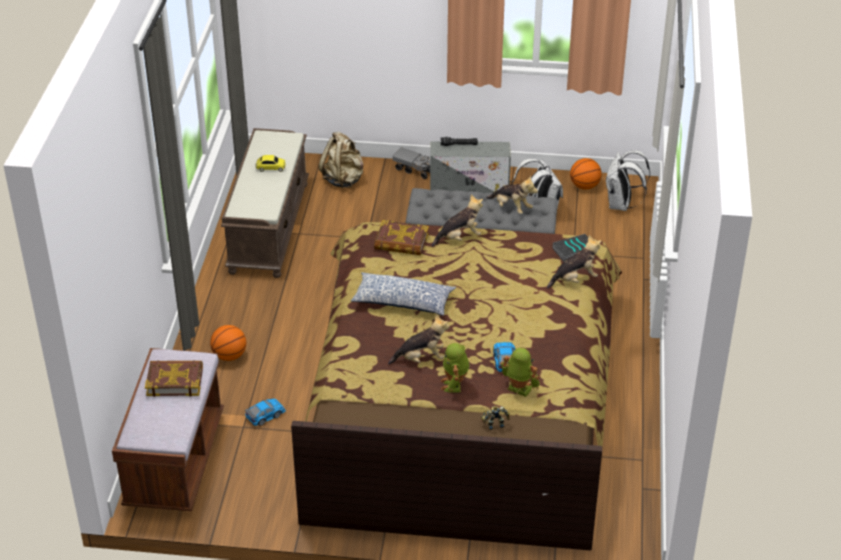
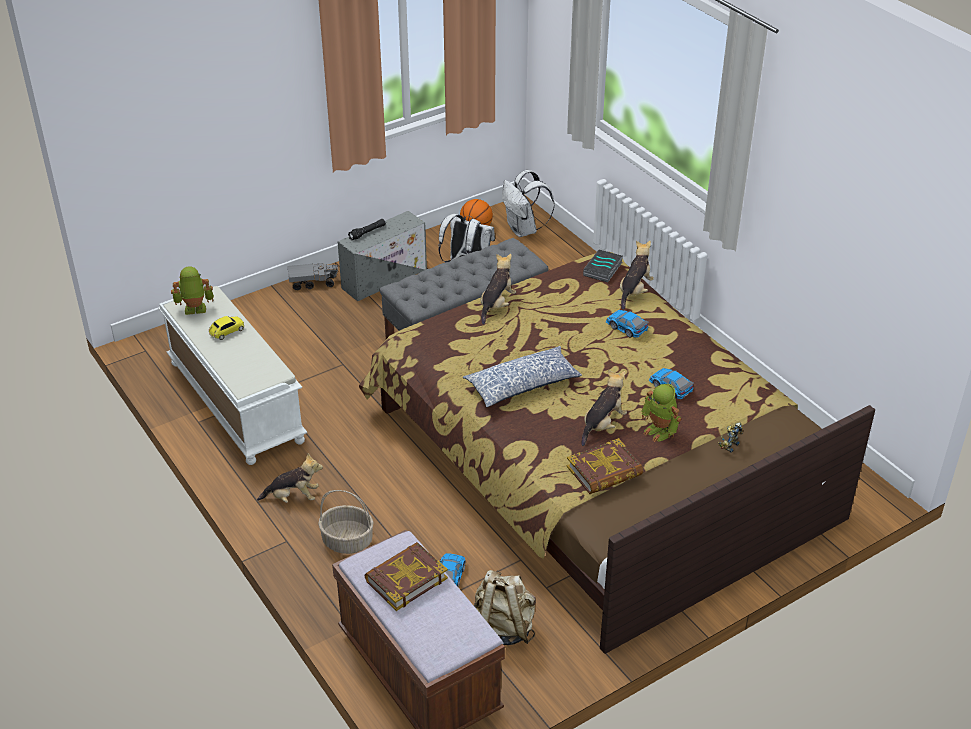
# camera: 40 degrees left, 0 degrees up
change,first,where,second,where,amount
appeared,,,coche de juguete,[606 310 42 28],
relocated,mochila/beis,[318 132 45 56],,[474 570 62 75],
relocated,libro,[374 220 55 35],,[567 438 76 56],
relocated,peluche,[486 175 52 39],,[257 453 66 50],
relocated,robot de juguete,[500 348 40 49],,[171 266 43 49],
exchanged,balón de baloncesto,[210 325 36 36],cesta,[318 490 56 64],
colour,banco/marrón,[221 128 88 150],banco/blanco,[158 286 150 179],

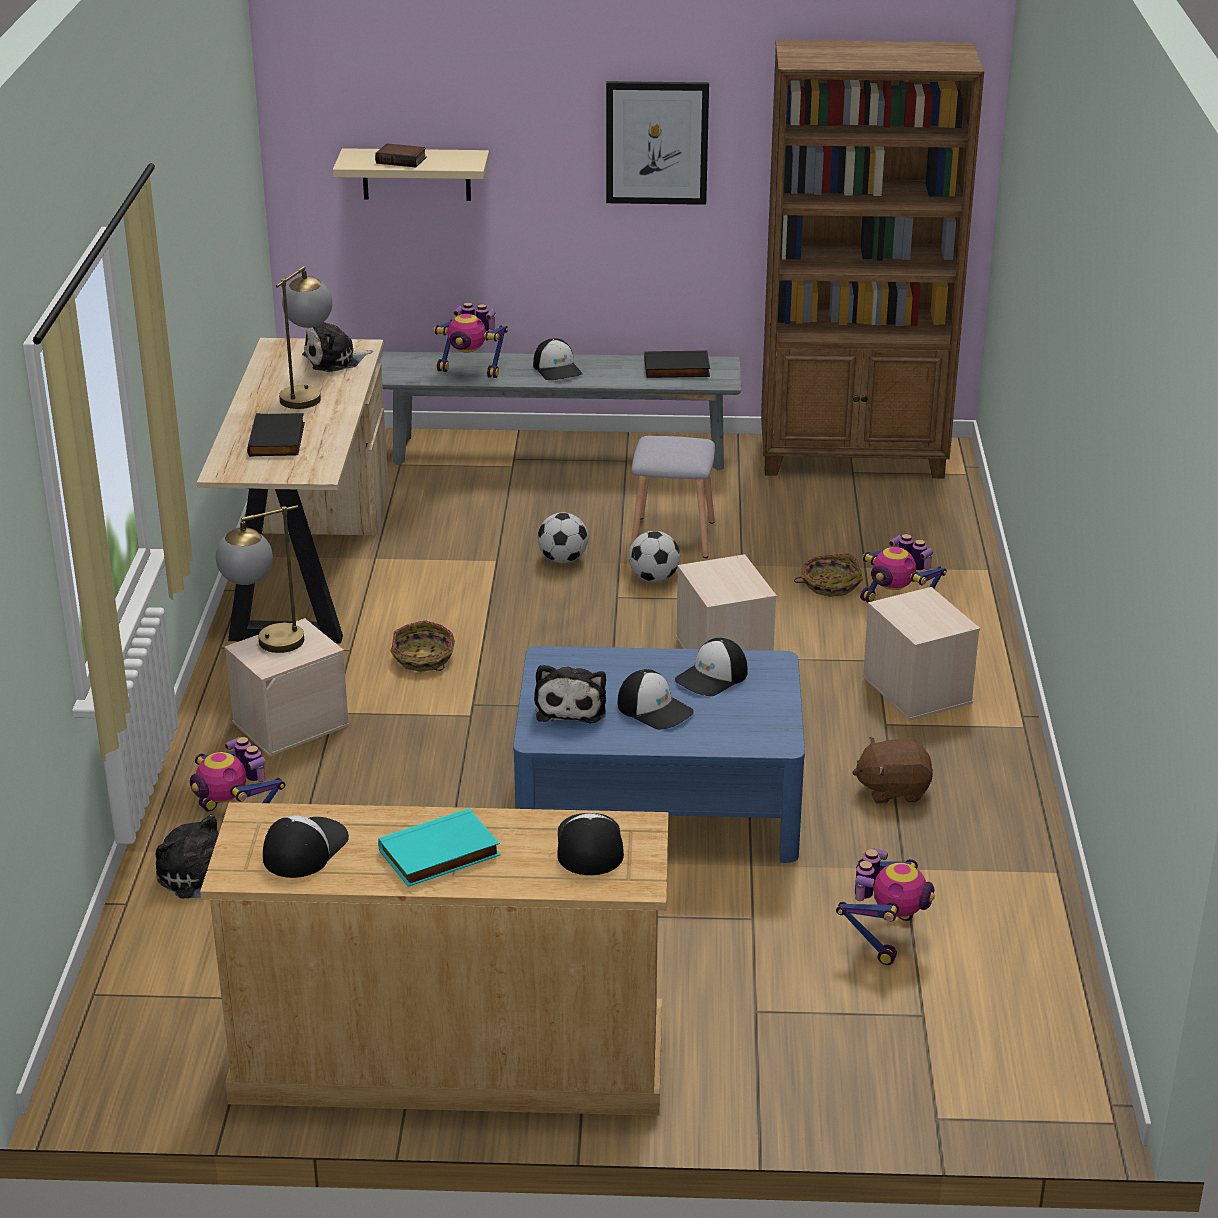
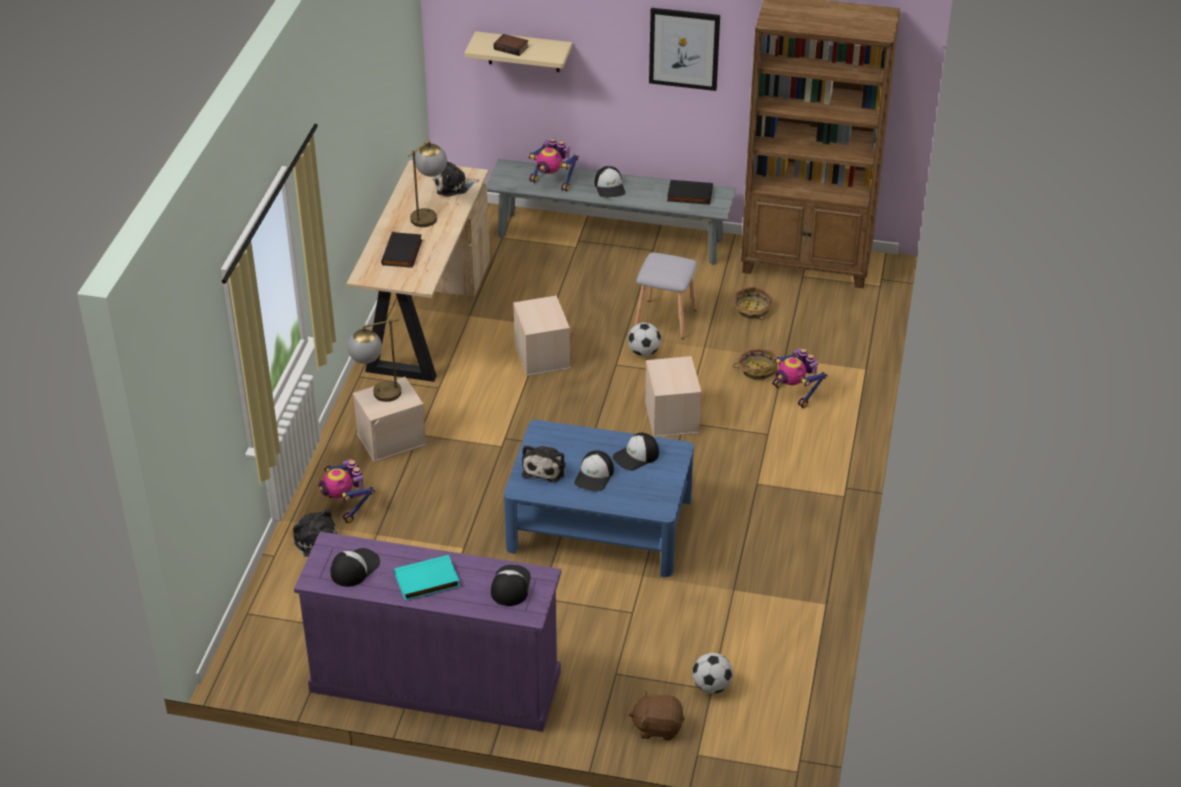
# camera: 10 degrees right, 10 degrees up
change,first,where,second,where,amount
missing,robot de juguete,[836 848 99 117],,,
relocated,cesta,[390 620 65 52],,[733 286 39 34],
relocated,balón de fútbol,[538 513 50 50],,[692 653 41 41],
relocated,peluche/marrón,[852 737 81 67],,[629 690 56 51],
relocated,caja de almacenaje/beis,[863 587 117 134],,[513 295 57 81],
colour,cómoda/beis,[200 802 468 314],cómoda/morado,[294 532 267 200],
spun,gorra,[617 669 77 61],,[574 451 40 40],60 degrees clockwise

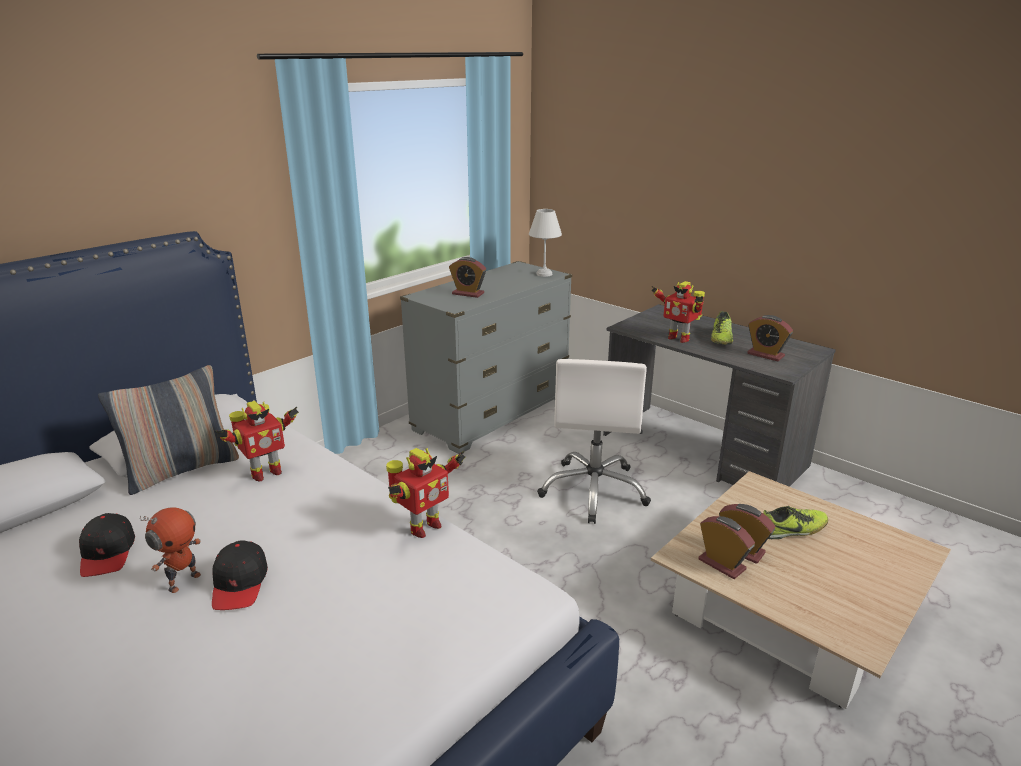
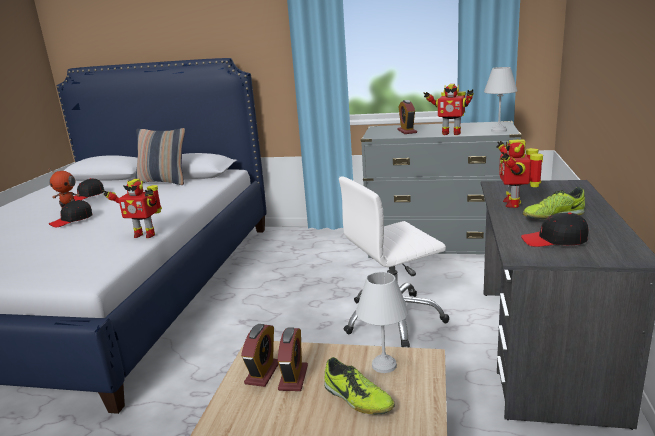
# camera: 60 degrees right, 5 degrees down
change,first,where,second,where,amount
appeared,,,lámpara de mesa/blanco,[356 272 52 101],
relocated,robot de juguete,[215 401 84 80],,[423 84 51 51],
exchanged,despertador,[747 315 46 46],gorra/negro,[521 213 68 34],

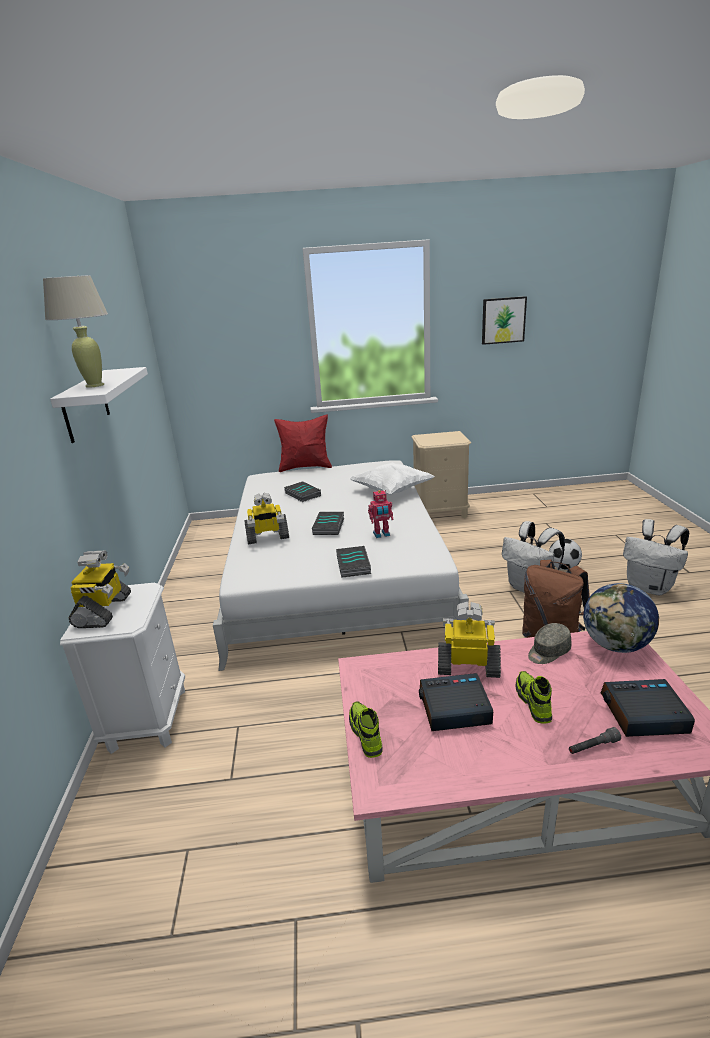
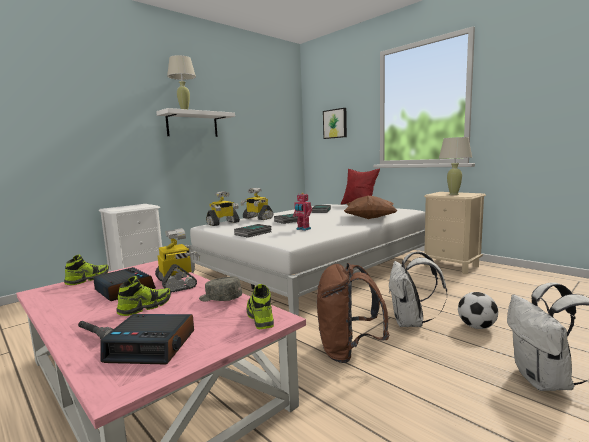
# camera: 50 degrees right, 15 degrees down
change,first,where,second,where,amount
appeared,,,lámpara de mesa/beis,[439 137 33 58],
relocated,robot de juguete,[69 551 62 77],,[206 191 34 35],
relocated,cuadro,[482 296 45 49],,[323 108 24 31],
exchanged,globo terráqueo,[583 583 76 70],zapato,[247 284 27 45],
colour,cojín/blanco,[350 463 85 32],cojín/marrón,[344 196 54 23],
spun,despertador,[601 679 94 58],,[100 314 94 50],135 degrees clockwise

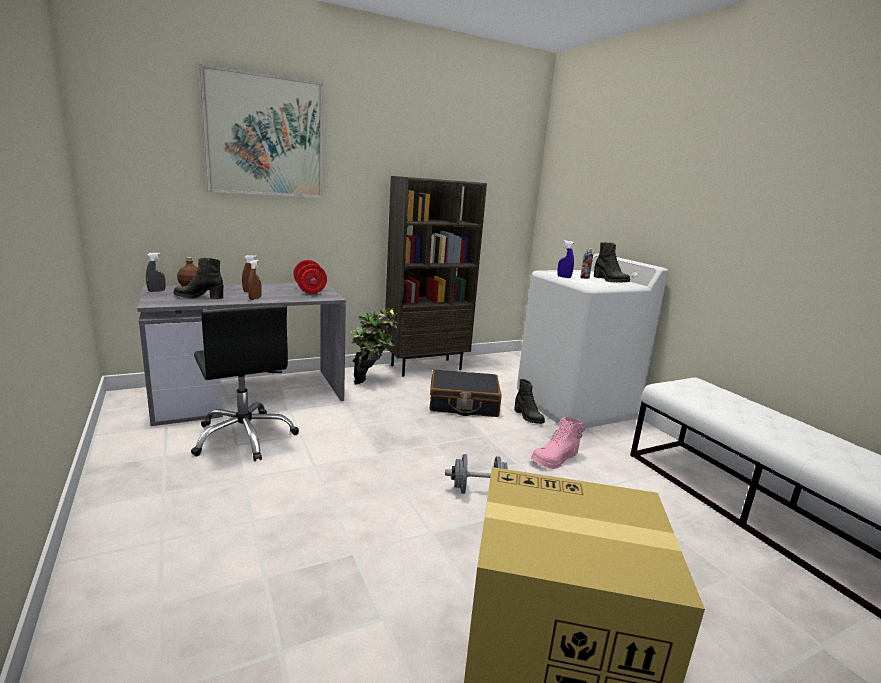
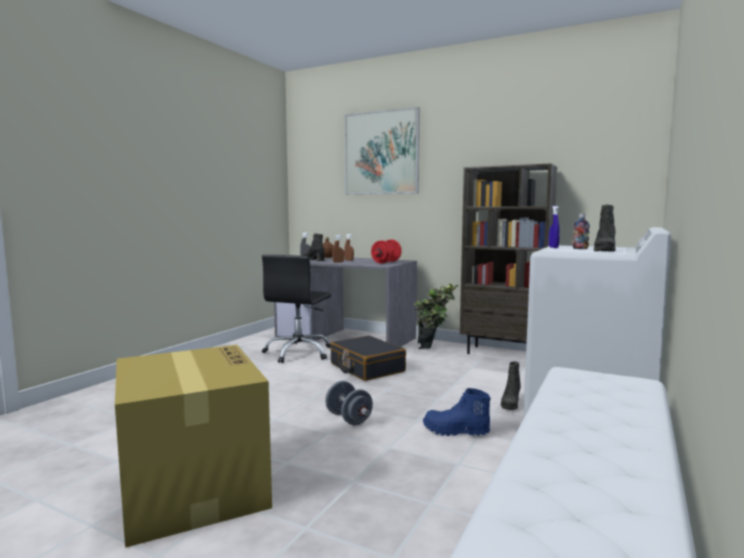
# camera: 55 degrees right, 10 degrees down
change,first,where,second,where,amount
relocated,maleta/negro,[430 369 72 48],,[330 335 76 46],
colour,bota/rosa,[530 417 55 52],bota/azul,[423 388 68 48],

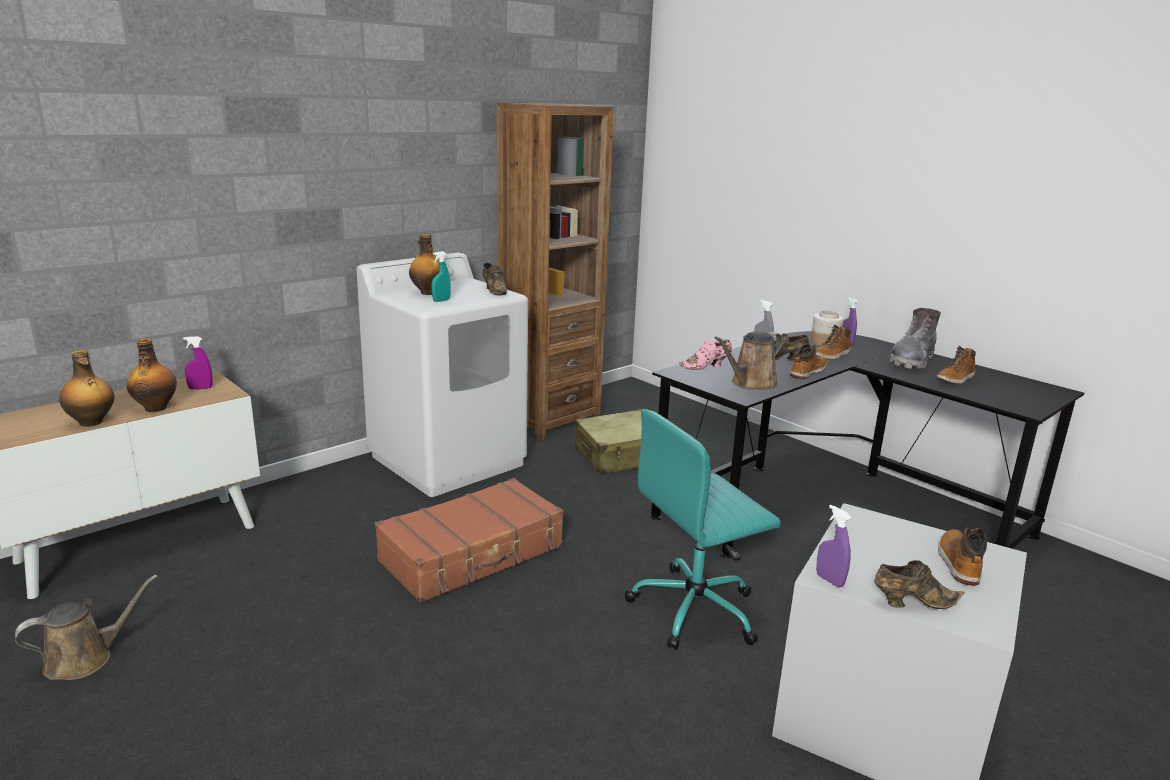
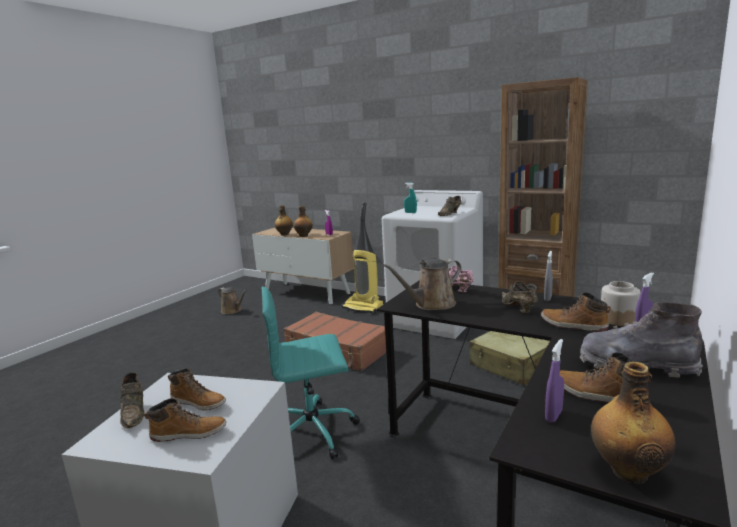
# camera: 75 degrees right, 5 degrees down
change,first,where,second,where,amount
appeared,,,aspiradora,[342 202 42 112],
relocated,botella,[409 234 30 61],,[591 362 85 122],
relocated,bota,[790 344 37 35],,[168 368 58 43],
relocated,pulverizador/morado,[816 505 35 83],,[545 339 19 84],
spun,silla de oficina/turquesa,[625 409 156 241],,[261 286 99 174],60 degrees counterclockwise
spun,regadera/marrón,[715 331 68 59],,[382 259 79 51],60 degrees counterclockwise

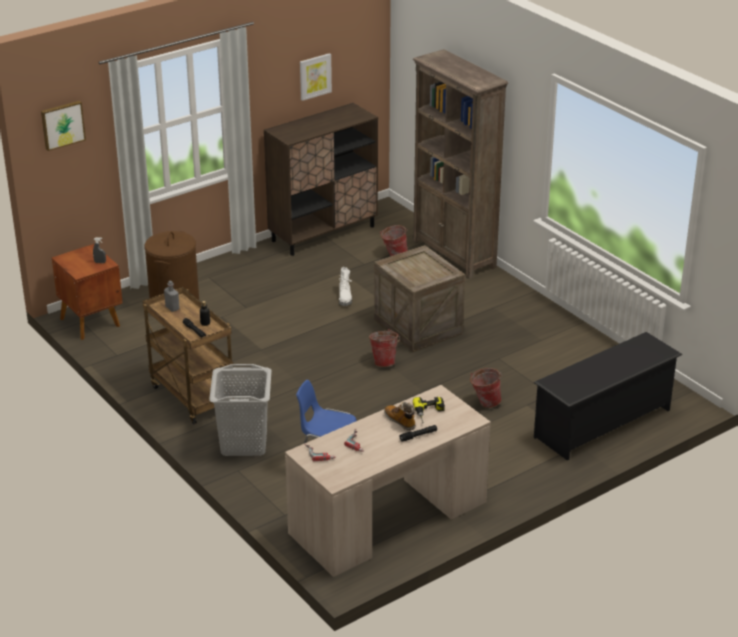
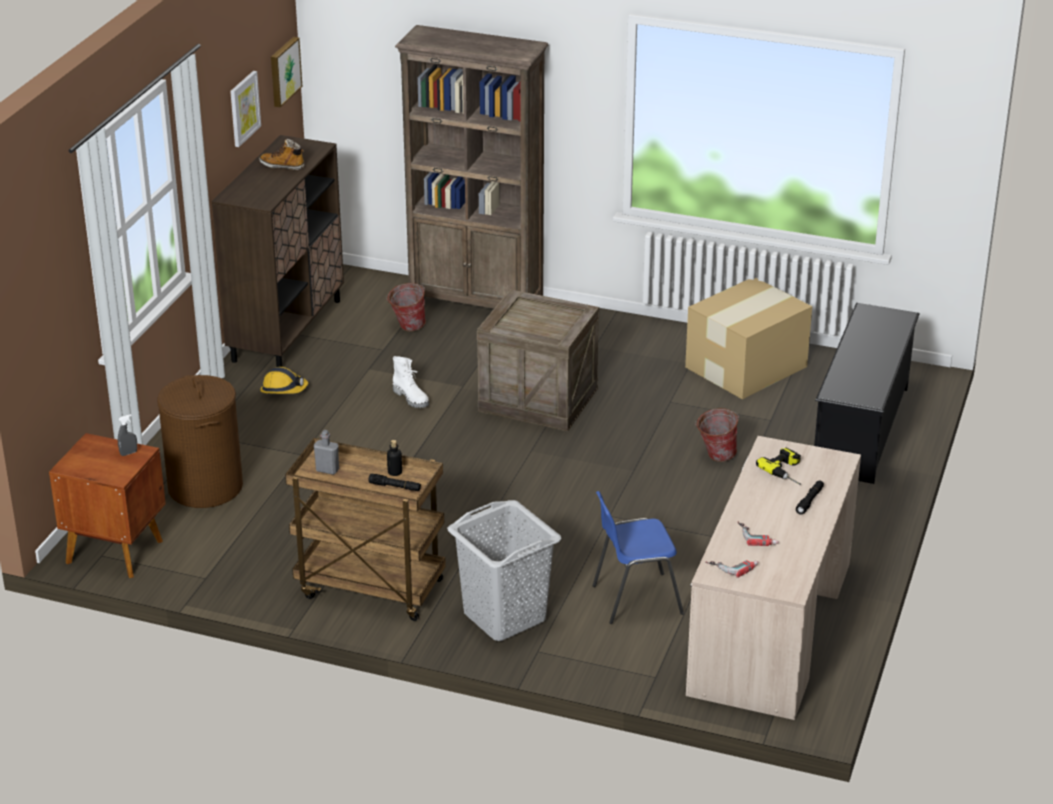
# camera: 35 degrees left, 0 degrees up
change,first,where,second,where,amount
missing,cubo,[369 329 31 38],,,
appeared,,,casco,[260 367 48 27],
appeared,,,caja de cartón,[685 277 127 122],
relocated,cuadro,[41 101 45 50],,[271 37 31 70],
relocated,bota,[384 402 32 29],,[259 139 46 31],

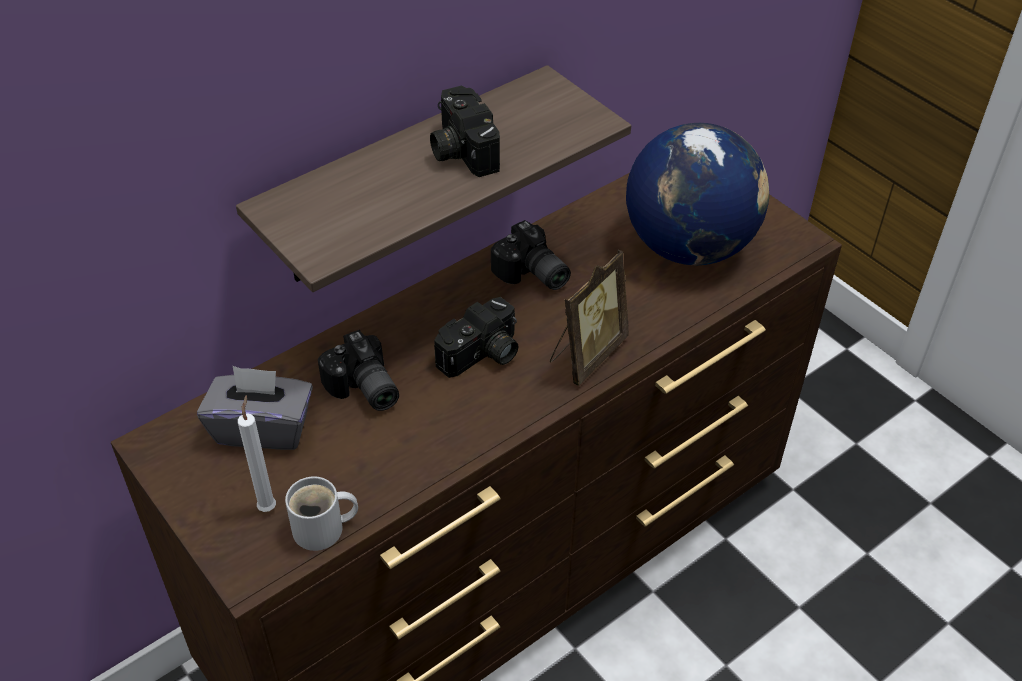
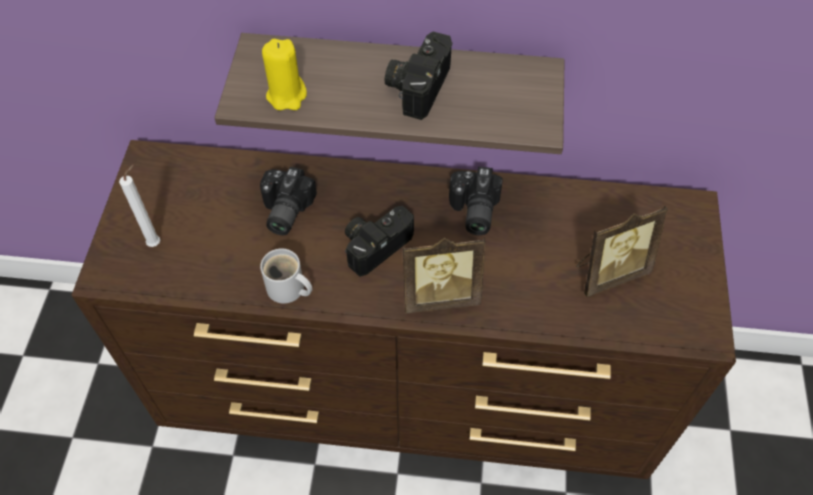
# camera: 45 degrees right, 10 degrees up
change,first,where,second,where,amount
missing,caja de pañuelos/gris,[197 366 116 84],,,
appeared,,,vela/amarillo,[262 39 45 72],
relocated,taza grande/blanco,[285 476 73 75],,[260 249 52 55],
exchanged,globo terráqueo,[626 123 143 142],portarretratos,[576 205 92 92],
spun,cámara,[434 297 85 81],,[345 206 69 71],135 degrees clockwise

